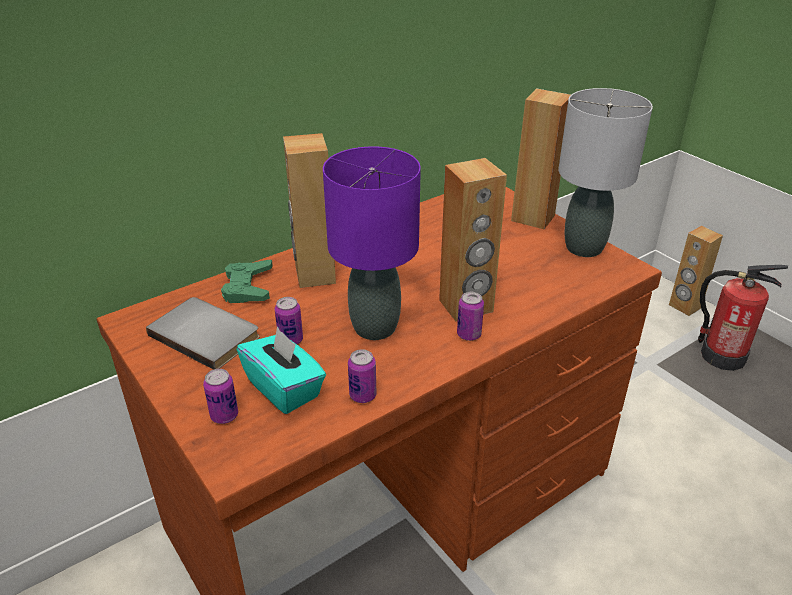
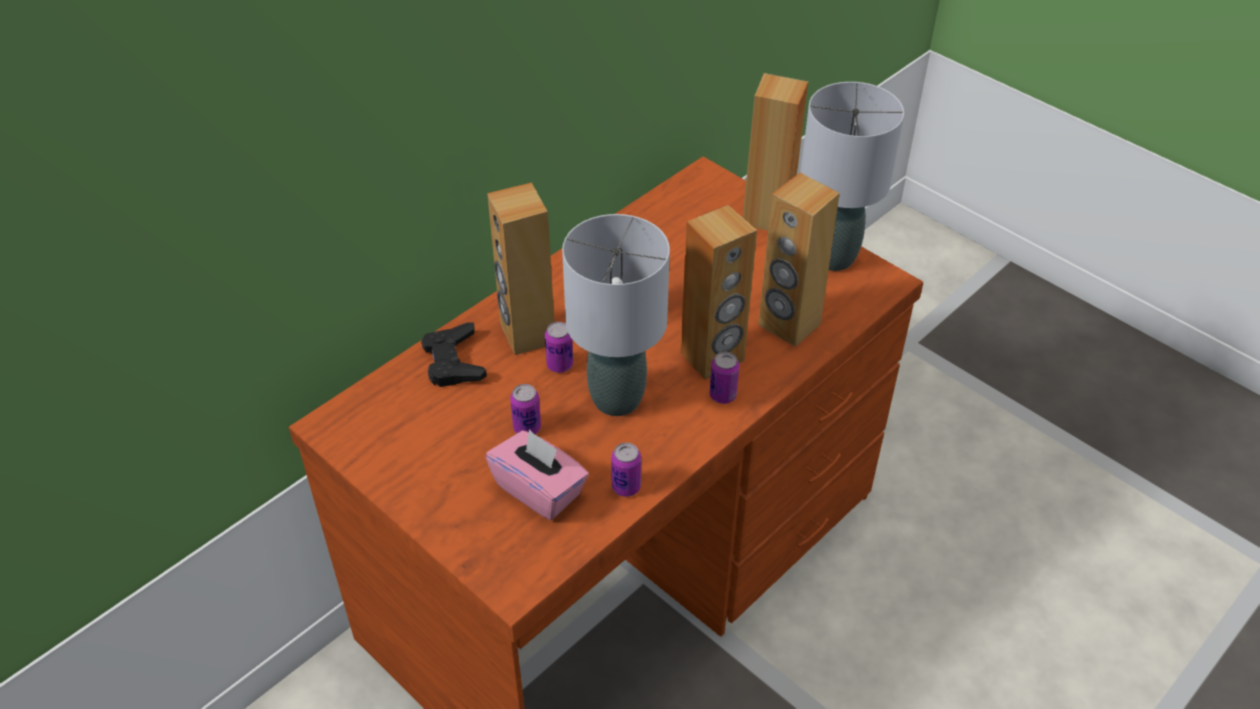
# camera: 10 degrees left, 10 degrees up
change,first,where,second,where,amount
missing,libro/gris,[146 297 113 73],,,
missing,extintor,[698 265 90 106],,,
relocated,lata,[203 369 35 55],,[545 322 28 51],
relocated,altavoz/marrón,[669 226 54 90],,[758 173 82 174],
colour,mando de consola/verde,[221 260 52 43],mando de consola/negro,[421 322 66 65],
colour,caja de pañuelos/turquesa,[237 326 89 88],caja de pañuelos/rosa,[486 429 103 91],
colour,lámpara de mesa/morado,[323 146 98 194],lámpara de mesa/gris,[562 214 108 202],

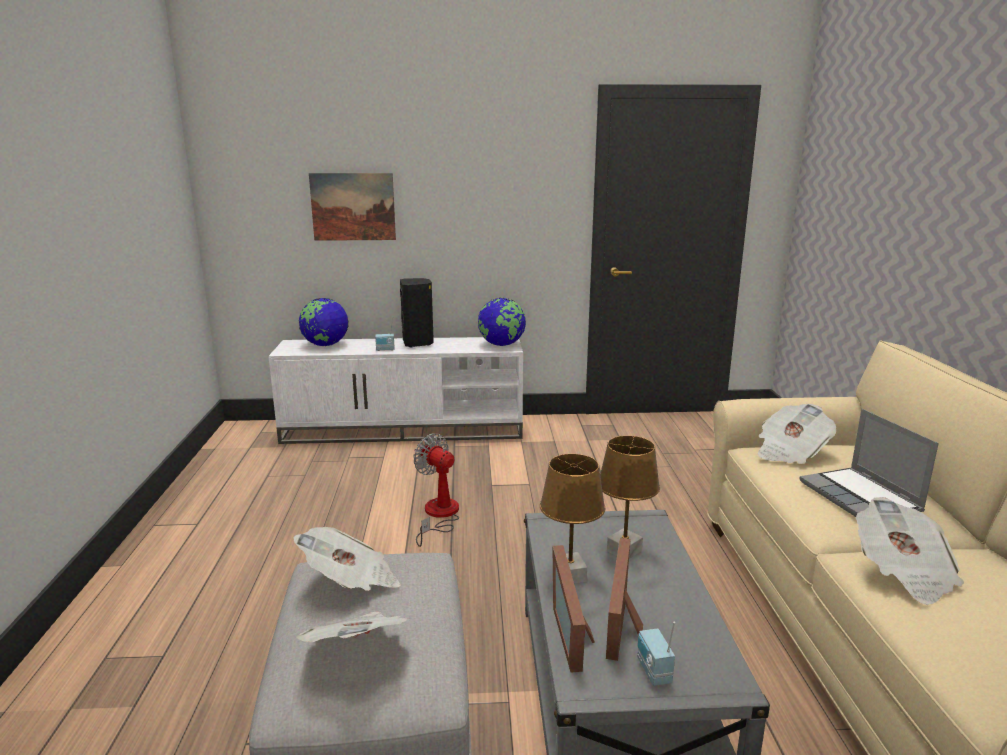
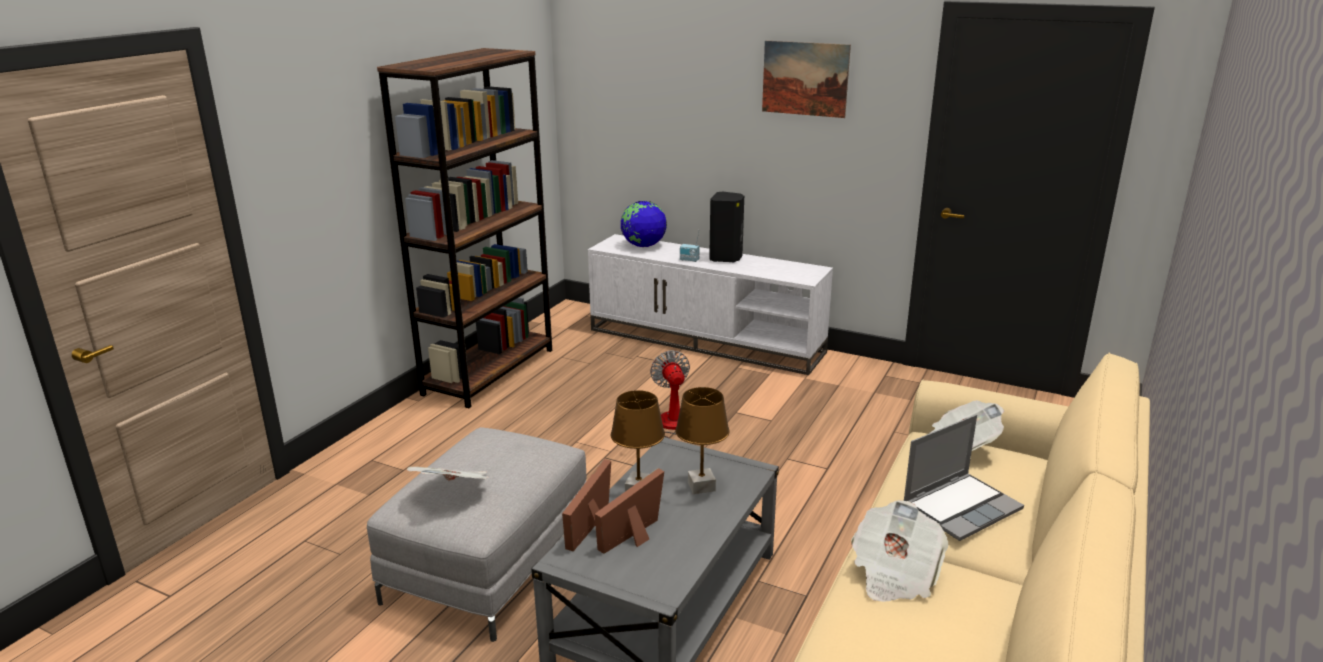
# camera: 30 degrees right, 5 degrees up
change,first,where,second,where,amount
missing,periódico,[294 527 107 64],,,
missing,globo terráqueo,[478 298 48 48],,,
missing,radio,[637 622 38 64],,,
appeared,,,estantería/marrón,[377 48 175 360],
relocated,cuadro,[309 173 87 68],,[762 41 89 77],
spun,portátil,[799 409 140 108],,[904 415 120 126],135 degrees counterclockwise

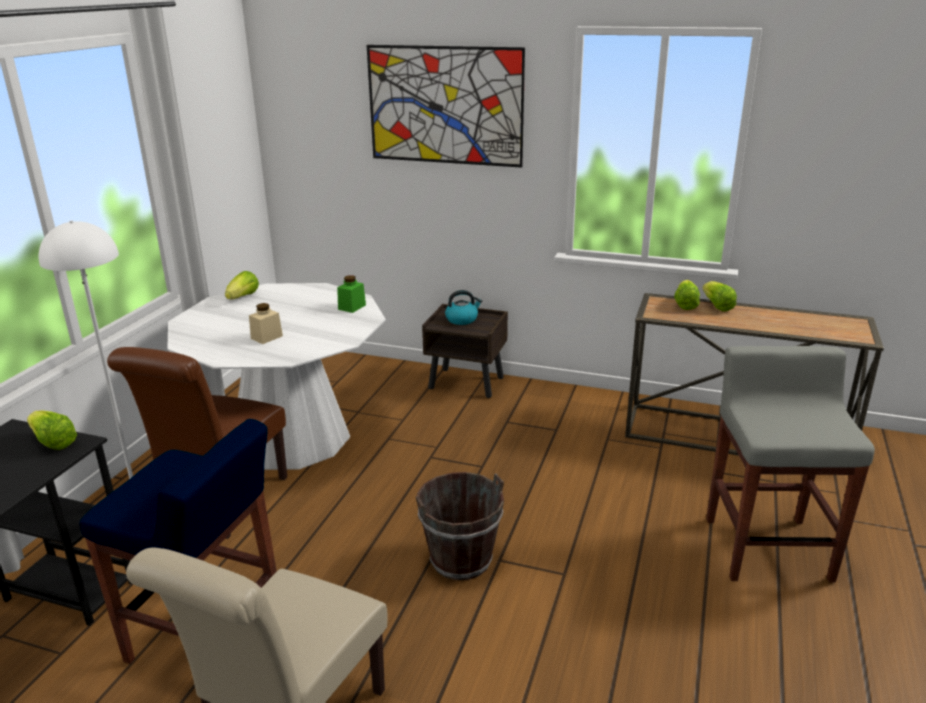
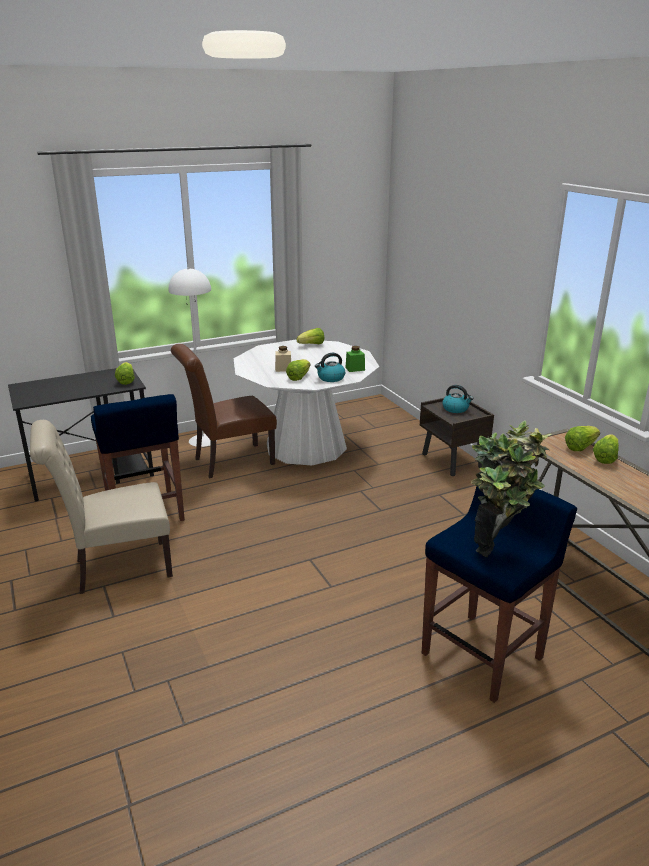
# camera: 45 degrees right, 0 degrees up
change,first,where,second,where,amount
missing,cuadro,[367 45 158 123],,,
missing,cubo/marrón,[416 472 88 108],,,
appeared,,,lechuga,[286 359 25 22],
appeared,,,hervidor,[315 353 30 29],
appeared,,,planta en maceta,[471 420 81 137],
colour,taburete/gris,[706 346 169 236],taburete/azul,[422 486 155 217],

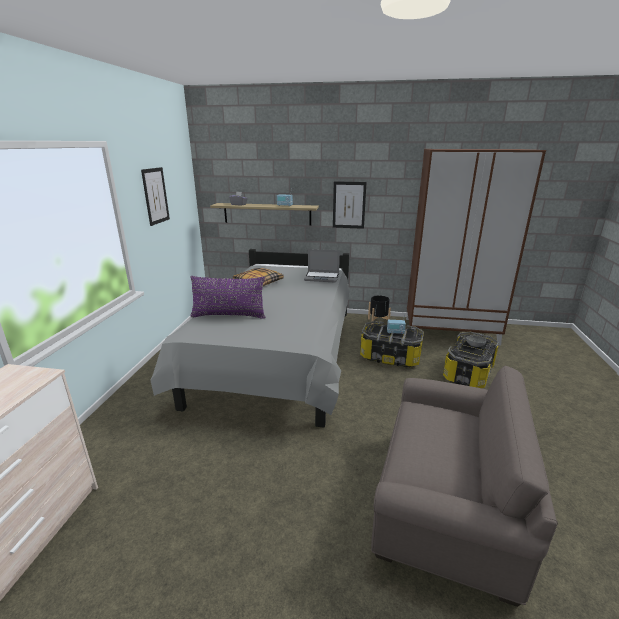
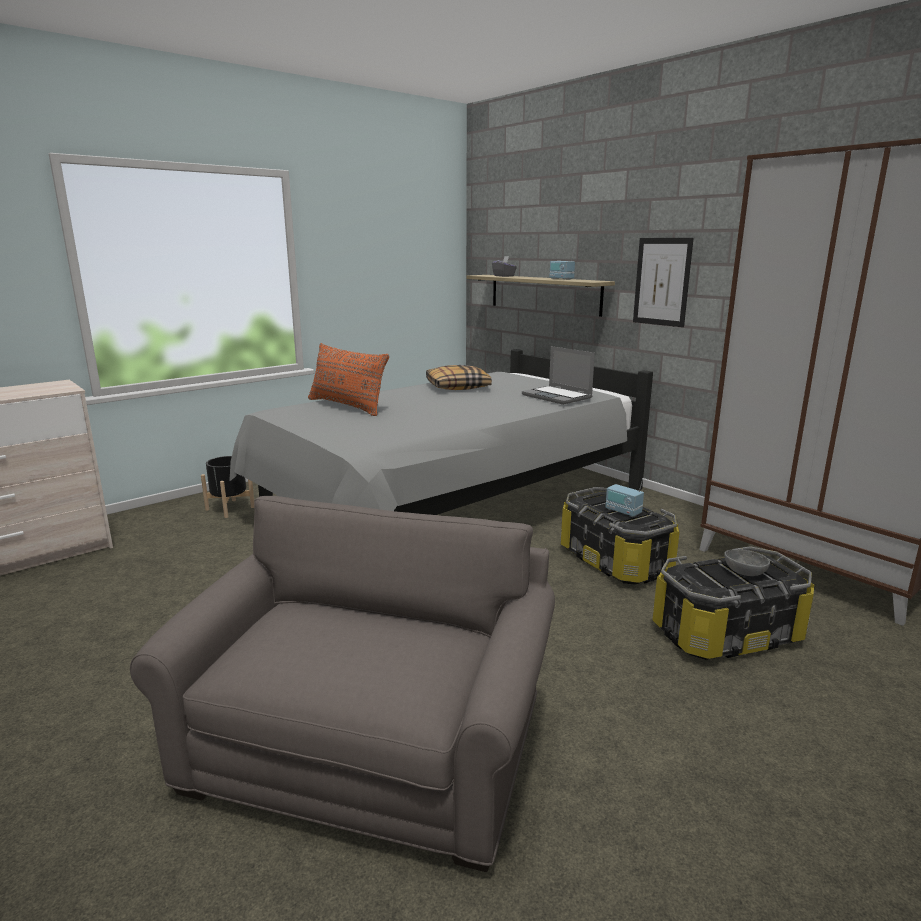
# camera: 40 degrees right, 5 degrees down
change,first,where,second,where,amount
missing,cuadro,[141 167 29 59],,,
relocated,maceta/negro,[368 295 23 30],,[201 456 53 62],
colour,cojín/morado,[190 276 75 43],cojín/naranja,[308 343 81 73],
spun,sillón/gris,[371 366 187 241],,[130 496 425 376],135 degrees counterclockwise

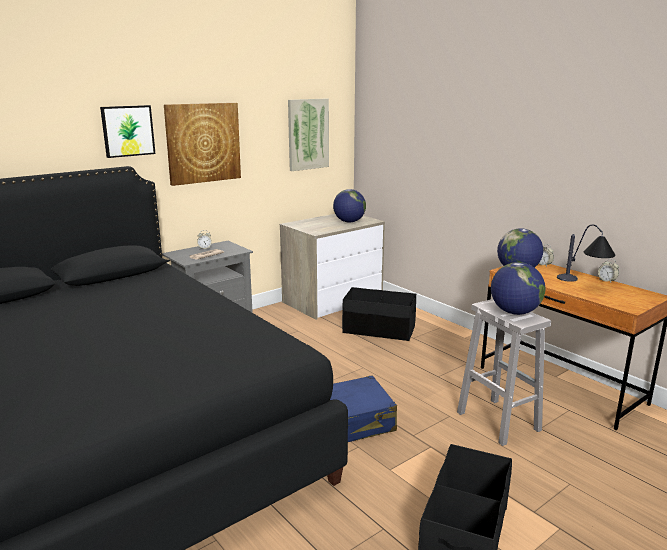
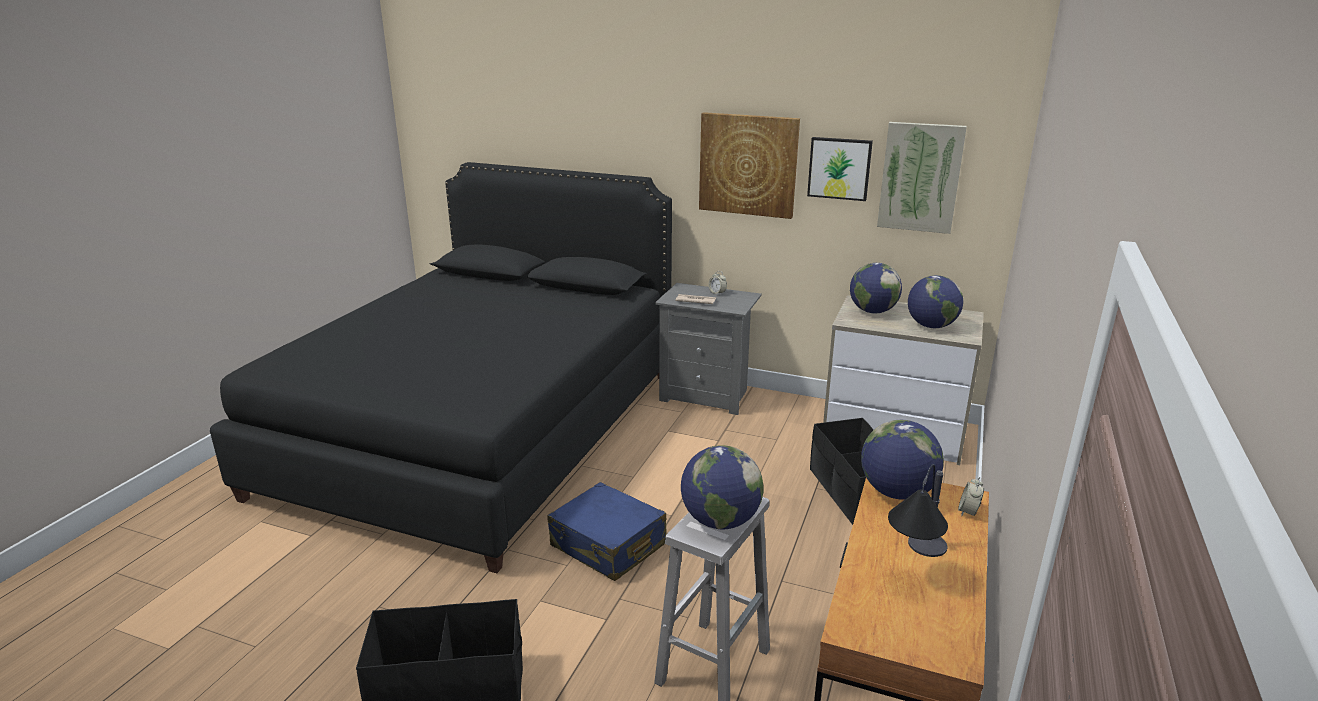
# camera: 60 degrees right, 5 degrees up
change,first,where,second,where,amount
missing,despertador,[598 259 21 24],,,
appeared,,,globo terráqueo,[850 263 52 50],
relocated,cuadro,[100 105 56 53],,[807 137 66 64],

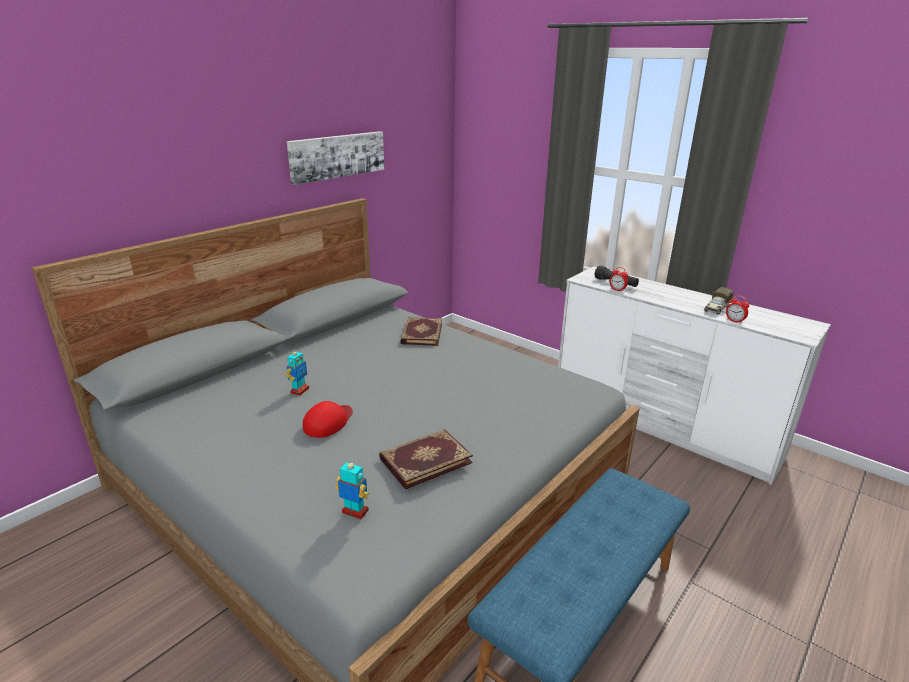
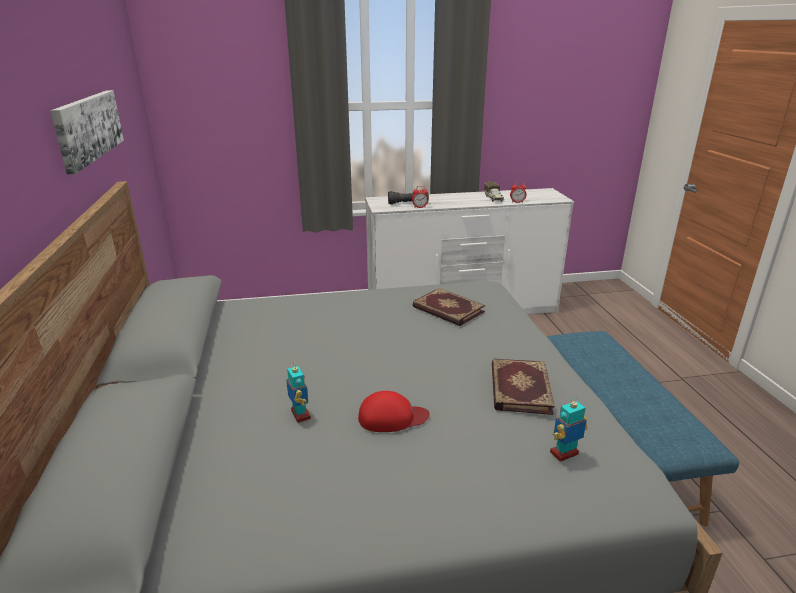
# camera: 50 degrees left, 0 degrees up
change,first,where,second,where,amount
relocated,libro,[400 317 42 29],,[412 288 73 38],
spun,gorra/rojo,[303 401 50 37],,[358 391 72 41],105 degrees clockwise

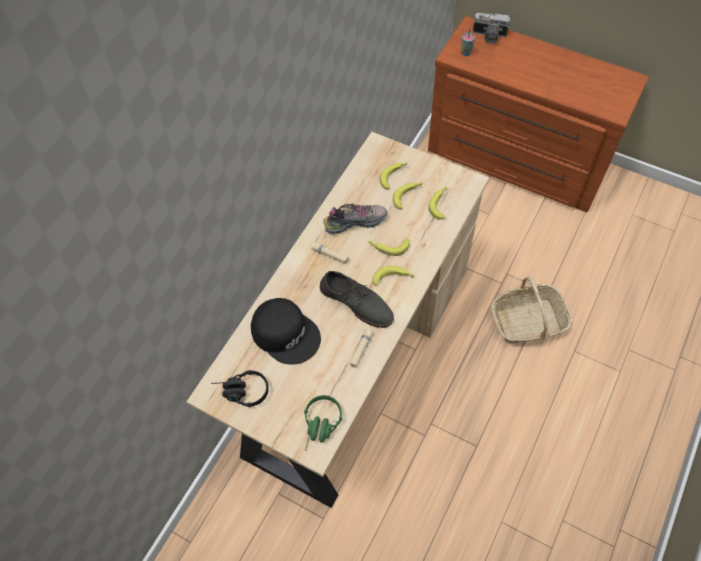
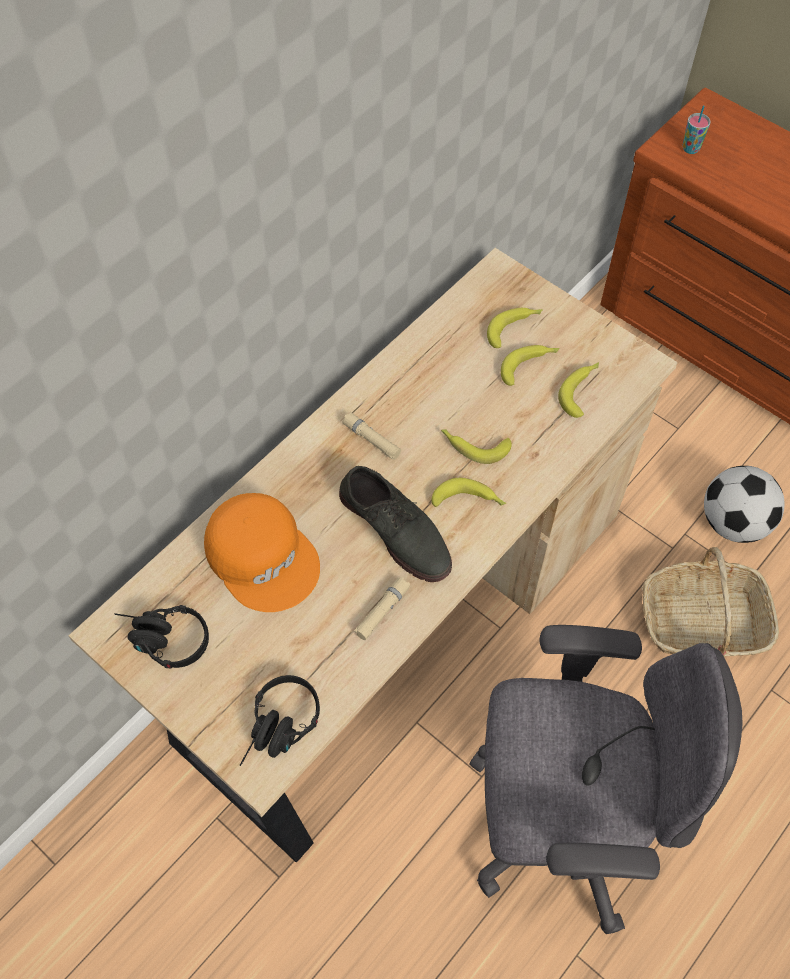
# camera: 10 degrees right, 0 degrees up
change,first,where,second,where,amount
missing,zapato,[323 203 64 31],,,
missing,cámara,[473 13 37 31],,,
appeared,,,silla de oficina/gris,[469 625 274 309],
appeared,,,balón de fútbol,[704 466 81 77],
colour,gorra/negro,[251 298 70 67],gorra/naranja,[204 493 116 119],
colour,auriculares/verde,[304 395 38 56],auriculares/negro,[240 675 80 91],

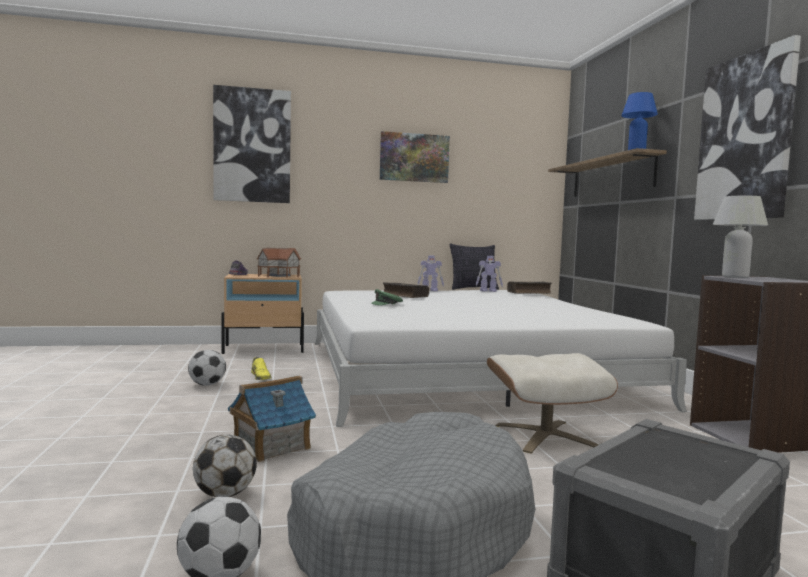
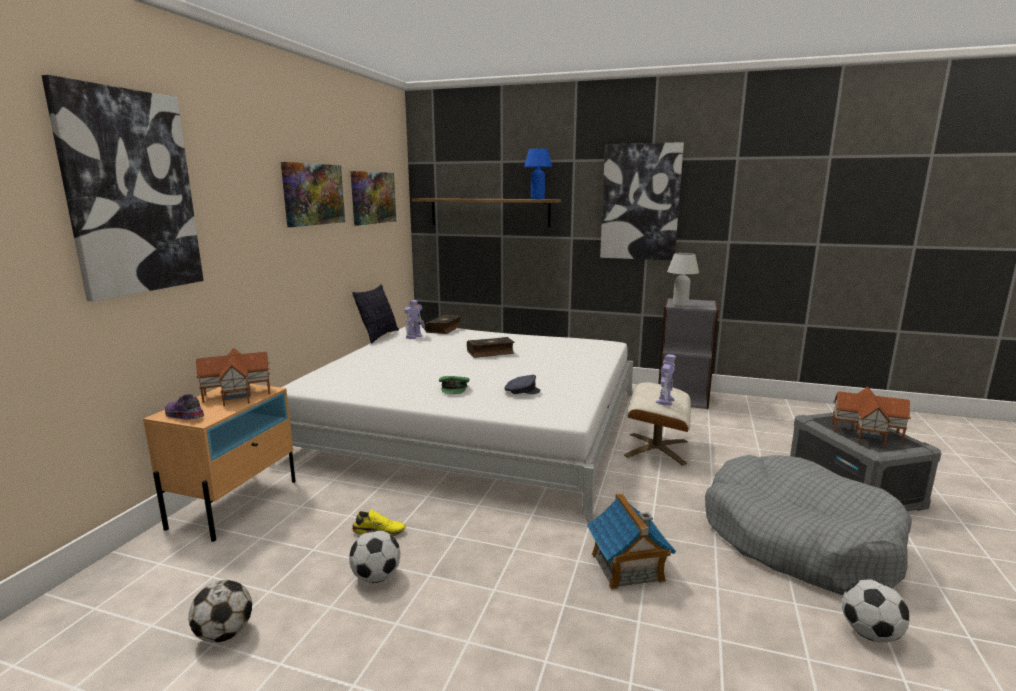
# camera: 60 degrees left, 10 degrees up
change,first,where,second,where,amount
appeared,,,cuadro,[350 171 46 54],
appeared,,,gorra/gris,[504 375 37 19],
appeared,,,casita,[832 387 79 60],
relocated,balón de fútbol,[193 434 64 63],,[189 580 63 63],
relocated,libro,[383 282 46 16],,[467 337 47 21],
relocated,robot de juguete,[417 255 27 36],,[656 354 20 51],

